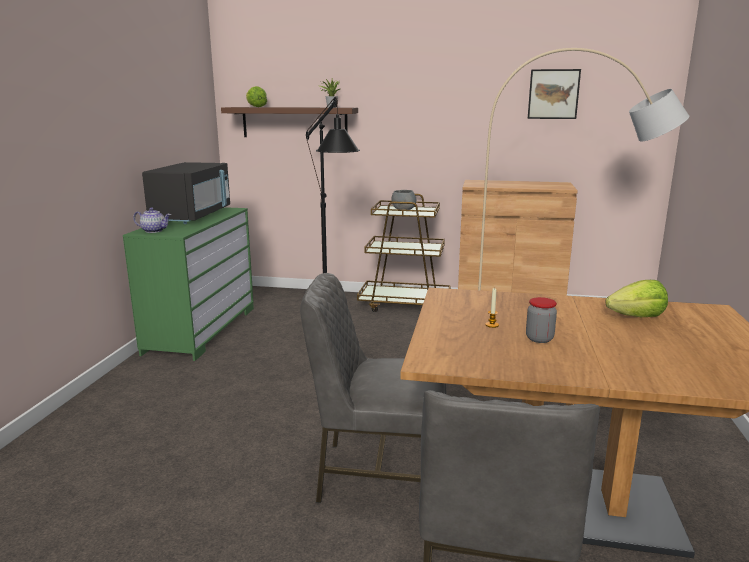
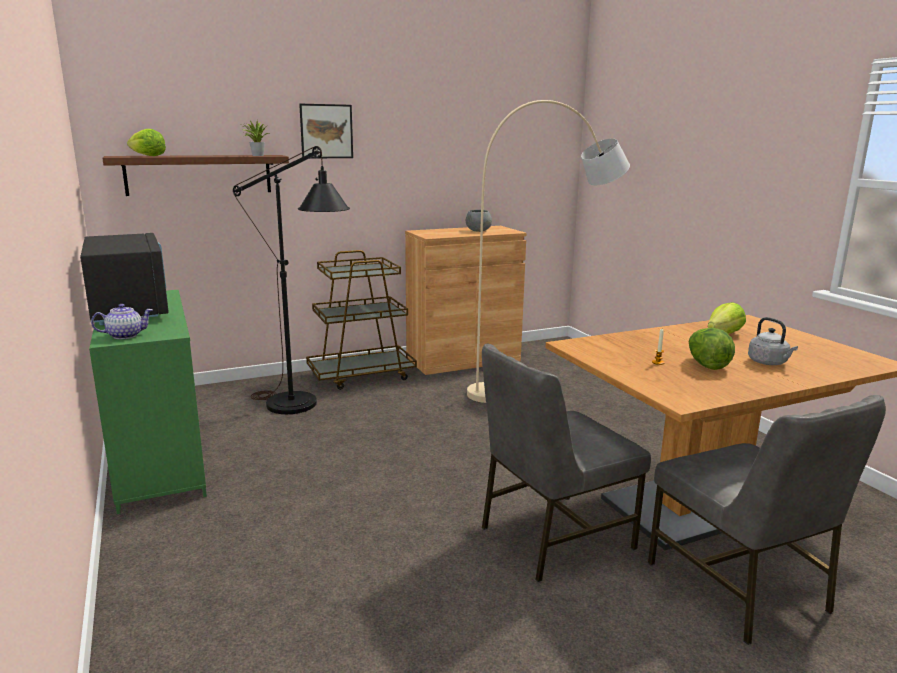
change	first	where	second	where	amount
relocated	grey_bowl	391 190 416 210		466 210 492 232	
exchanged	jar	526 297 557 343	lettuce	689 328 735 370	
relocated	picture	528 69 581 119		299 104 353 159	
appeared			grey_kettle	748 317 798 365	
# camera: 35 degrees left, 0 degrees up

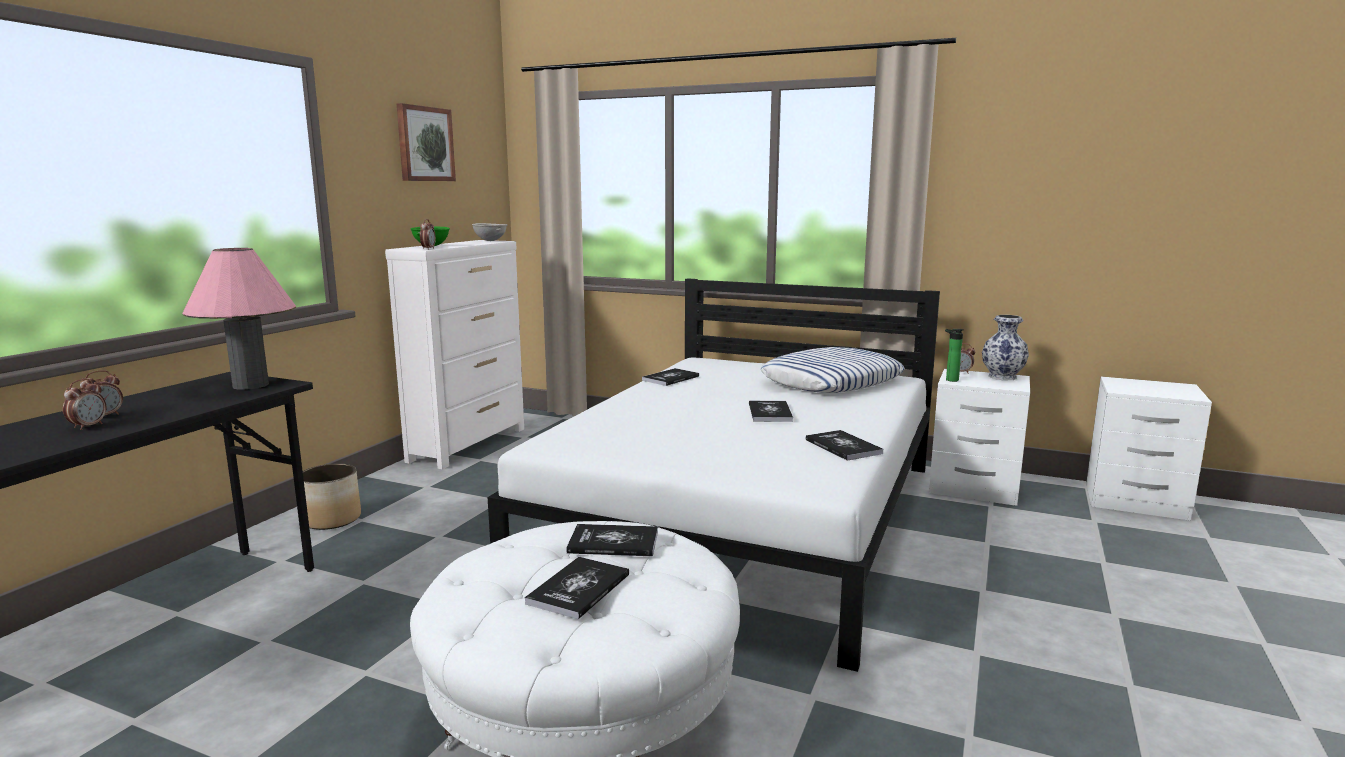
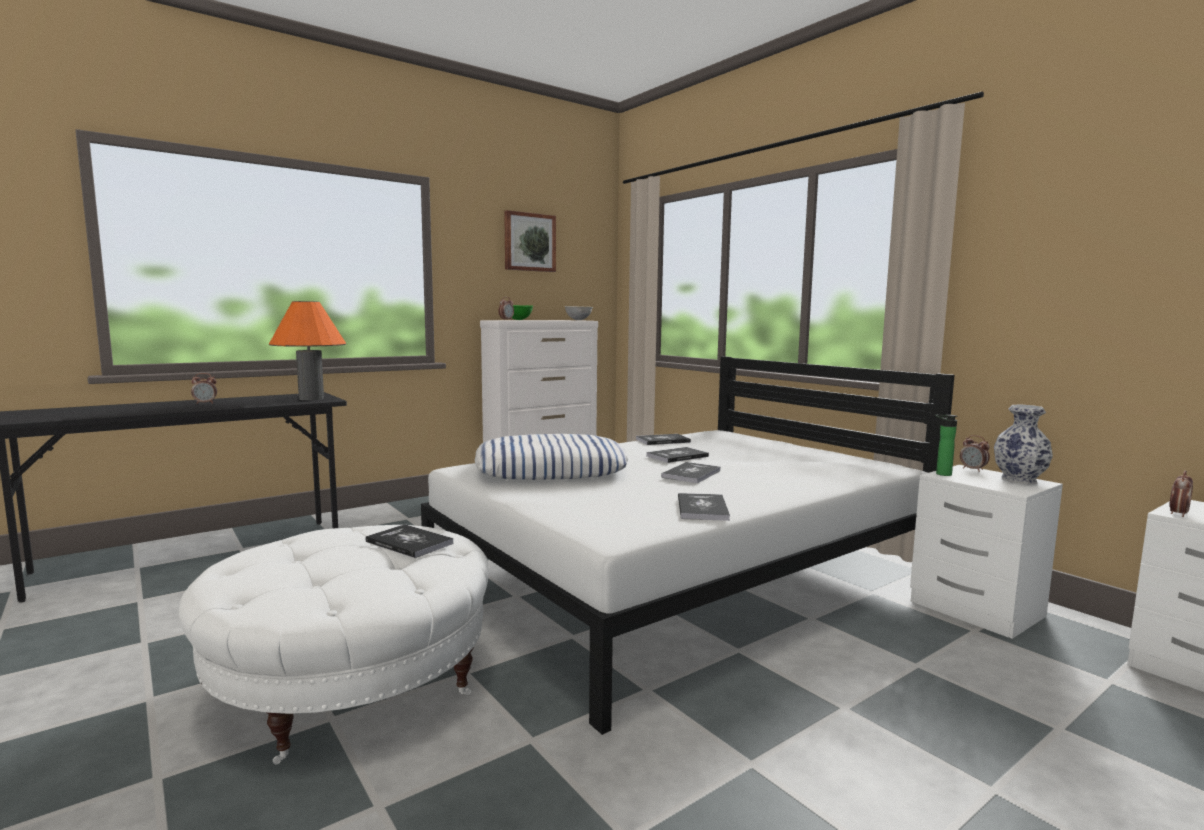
change	first	where	second	where	amount
relocated	alarm_clock	63 379 106 430		1169 471 1193 517	
colour	pink_table_lamp	182 248 296 390	orange_table_lamp	269 301 346 400	
missing	planter	303 464 361 530			
relocated	book	525 557 629 619		646 447 709 463	
relocated	pillow	761 347 905 393		475 434 628 480	
# camera: 30 degrees right, 5 degrees down

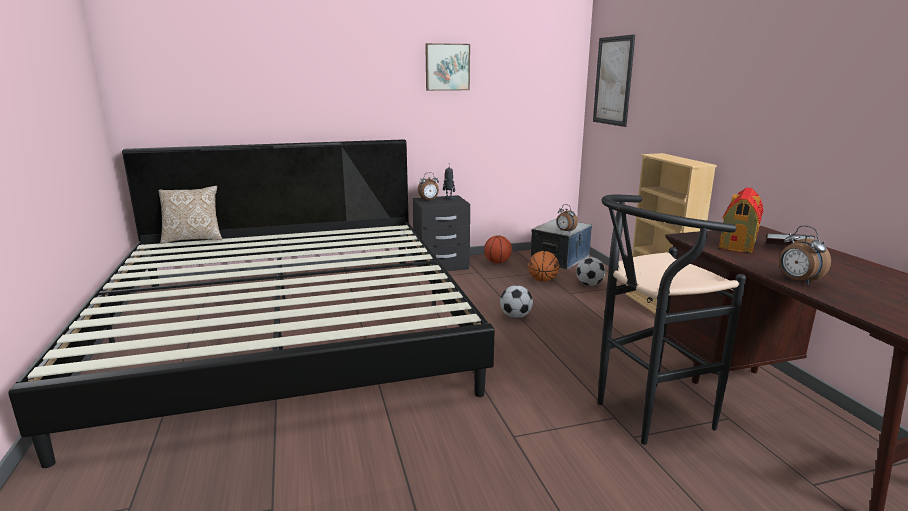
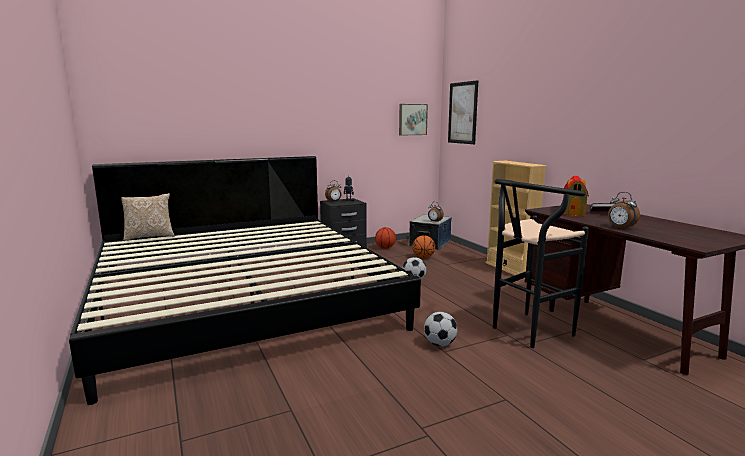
change	first	where	second	where	amount
relocated	picture	425 43 470 91		399 104 428 136	
relocated	football	576 257 605 286		424 312 458 346	
# camera: 10 degrees left, 5 degrees down

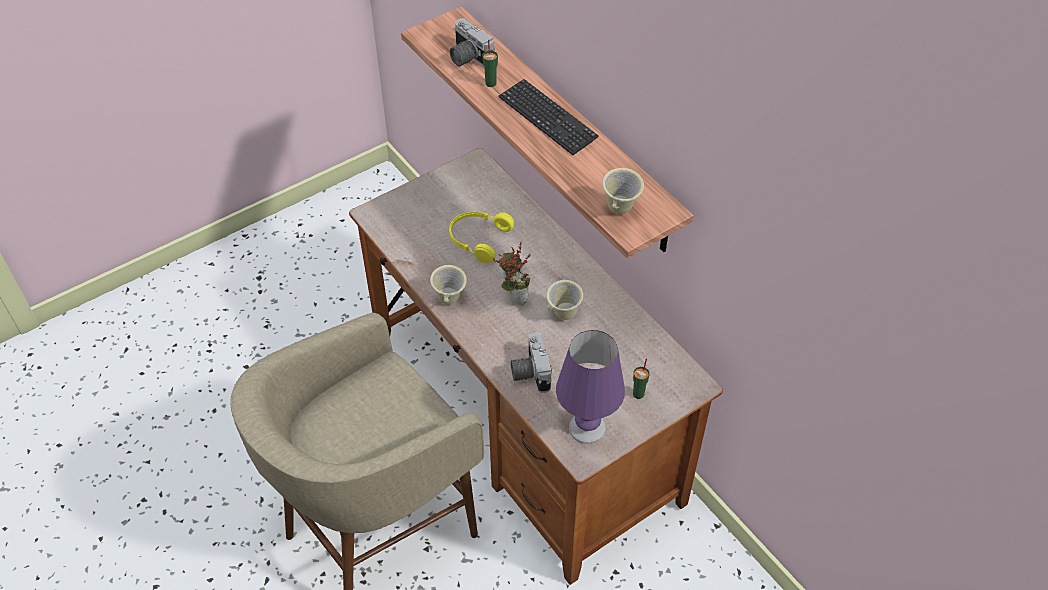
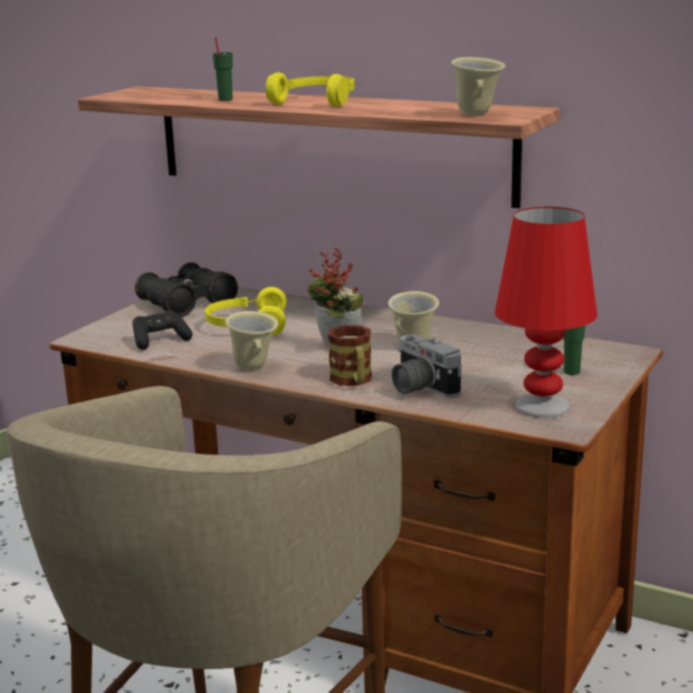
change	first	where	second	where	amount
missing	photo_camera	450 18 495 67			
exchanged	keyboard	499 79 599 155	yellow_headphones	266 72 355 107	
colour	purple_table_lamp	556 330 625 444	red_table_lamp	495 207 597 418	
appeared			black_game_controller	133 310 192 350	
appeared			black_binoculars	135 262 238 317	
appeared			mug	328 325 372 386	
# camera: 25 degrees left, 30 degrees down

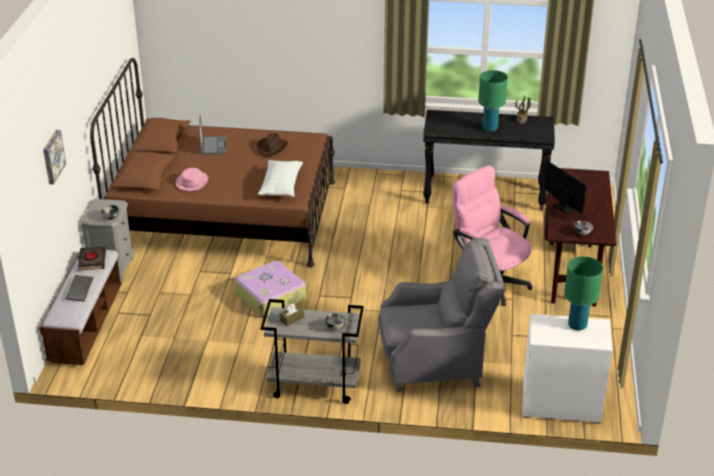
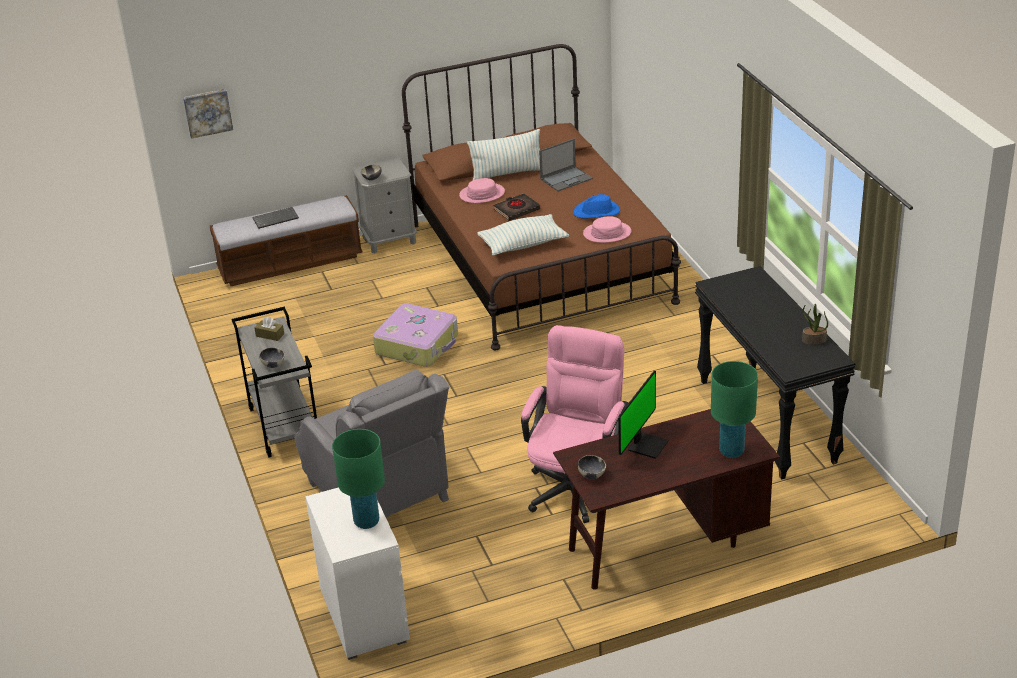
change	first	where	second	where	amount
relocated	picture	43 130 66 184		183 89 233 139	
relocated	black_book	78 247 106 270		493 193 540 221	
colour	brown_hat	257 133 288 157	blue_hat	573 194 620 218	
relocated	green_table_lamp	478 70 508 132		711 361 758 458	
appeared			pillow	467 129 540 181	
appeared			pink_hat	583 216 631 243	
# camera: 65 degrees right, 0 degrees up

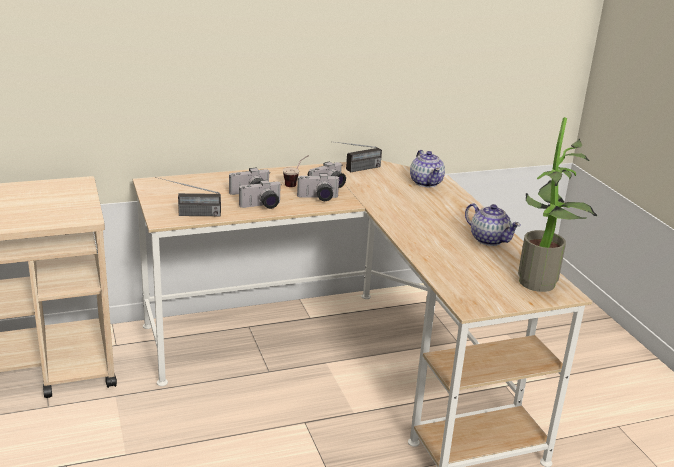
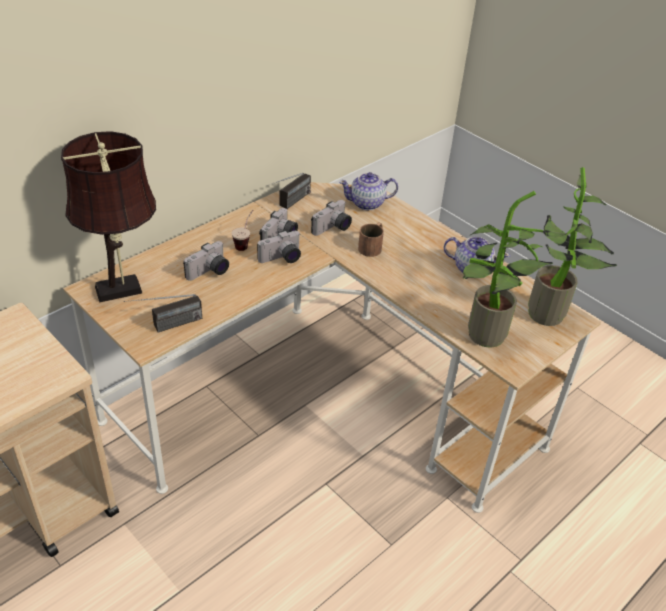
change	first	where	second	where	amount
relocated	photo_camera	239 180 282 209		311 200 352 236	
spun	teapot	410 150 445 187		339 172 398 210	120 degrees clockwise
appeared			brown_table_lamp	61 131 156 303	
appeared			brown_mug	358 222 384 257	
appeared			potted_plant	462 191 567 348	
# camera: 25 degrees left, 15 degrees up

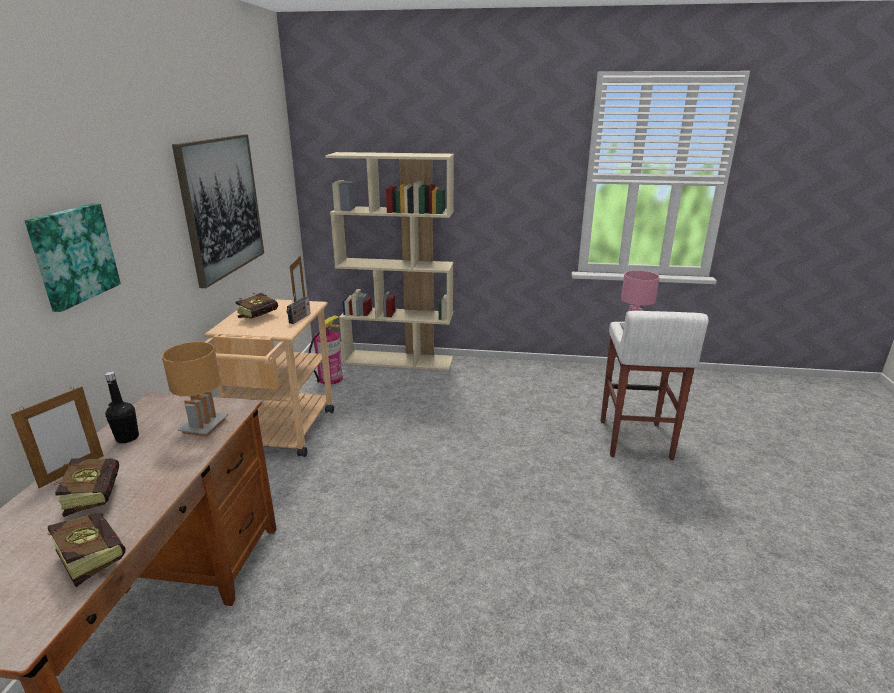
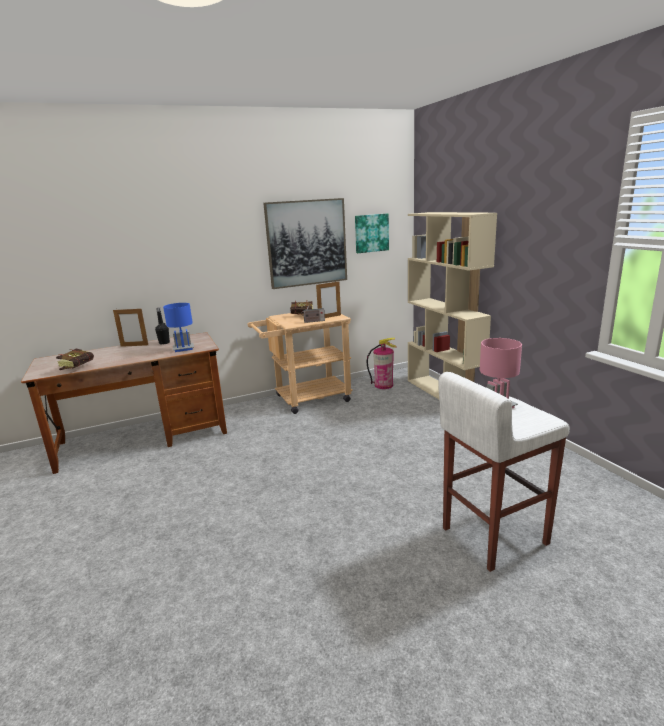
change	first	where	second	where	amount
relocated	picture	25 203 121 312		355 214 389 253	
missing	book	54 458 119 517			
colour	brown_table_lamp	162 342 228 437	blue_table_lamp	163 303 194 352	
# camera: 60 degrees right, 5 degrees down

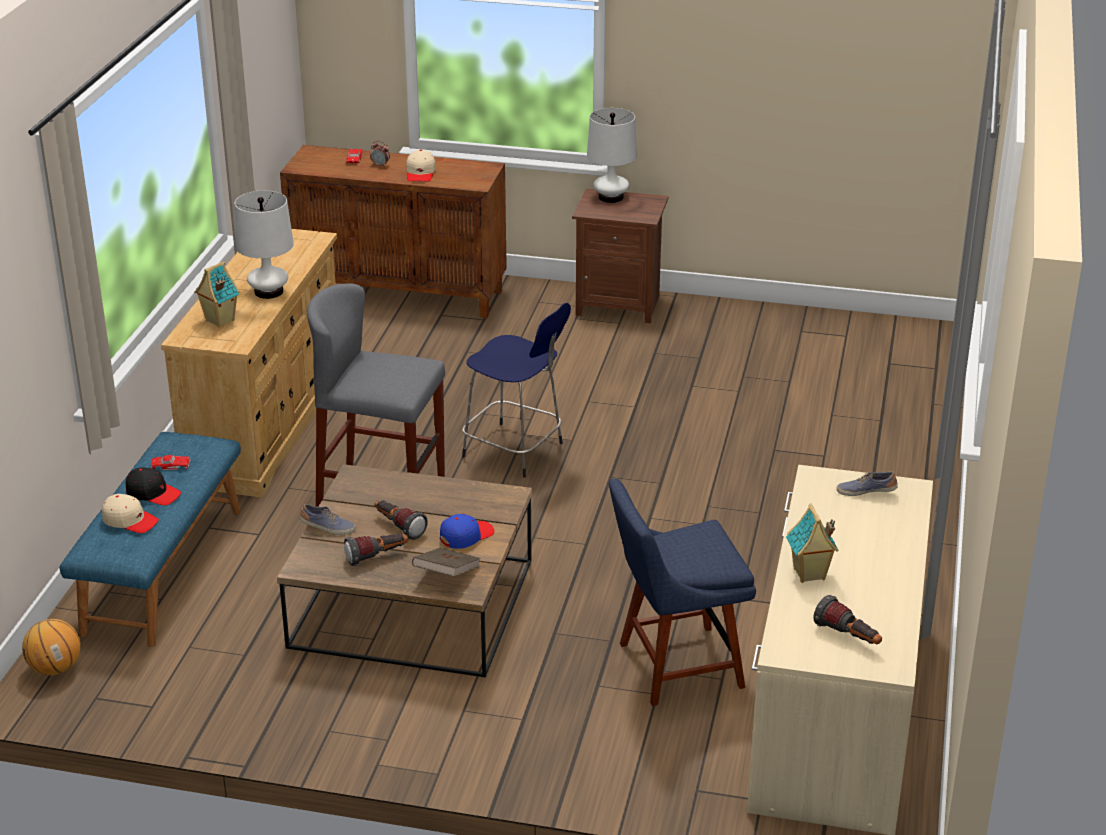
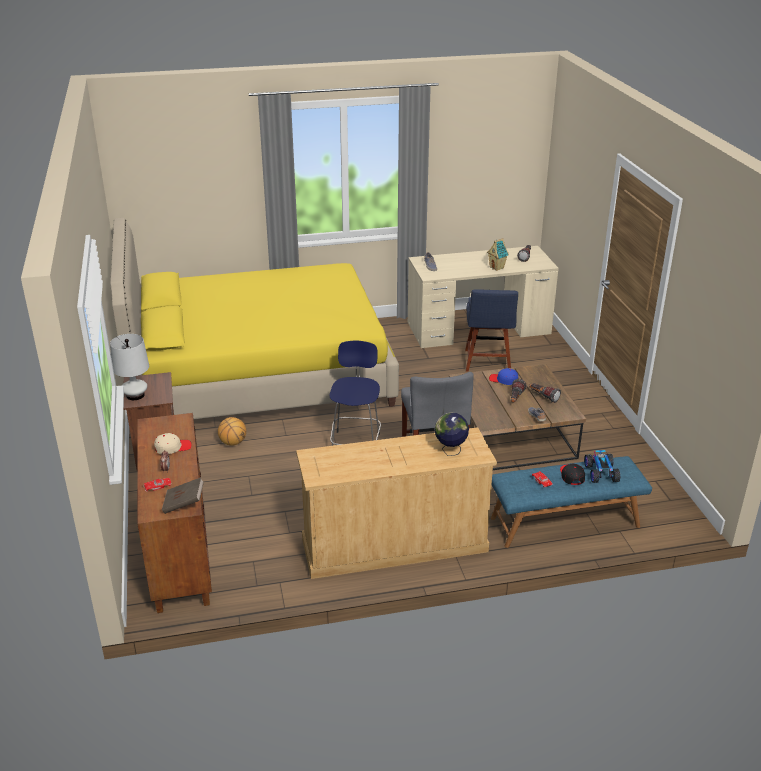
change	first	where	second	where	amount
relocated	basketball	22 619 81 675		218 417 246 446	
exchanged	beige_cap	102 494 159 533	toy_car	584 450 620 483	
exchanged	toy_house	194 261 240 328	globe	435 412 469 456	
missing	white_table_lamp	234 190 294 299			
relocated	brown_book	412 548 481 577		162 477 204 514	
spun	blue_chair	609 478 756 706		465 289 518 372	45 degrees clockwise
appeared			yellow_bed	110 218 399 419	
# camera: 115 degrees left, 0 degrees up

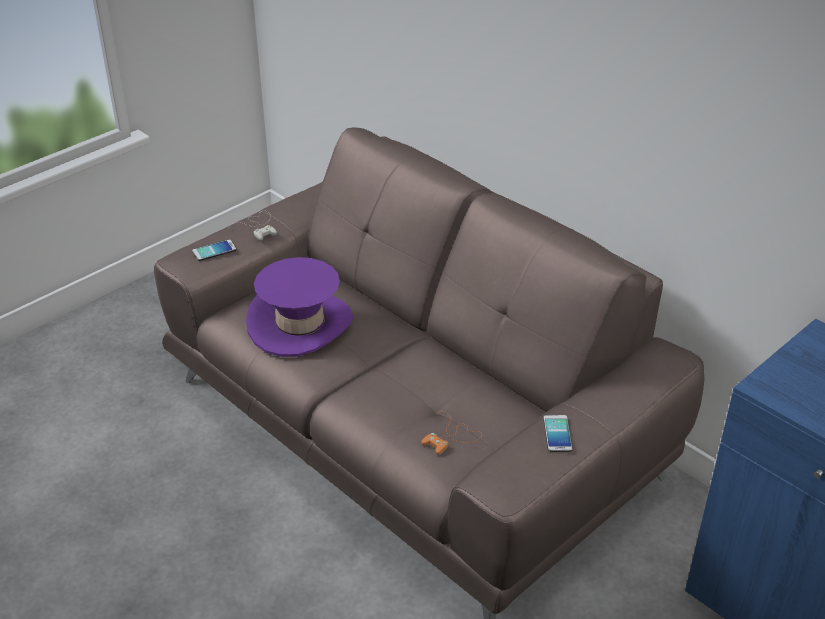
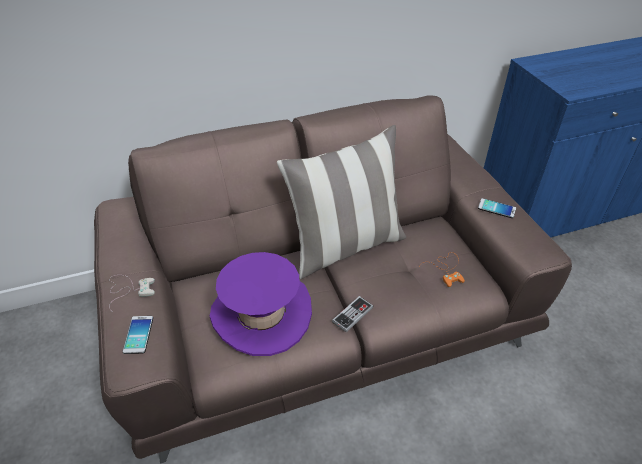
change	first	where	second	where	amount
appeared			pillow	277 125 406 279	
appeared			game_controller	332 296 373 332	
# camera: 65 degrees left, 5 degrees up

